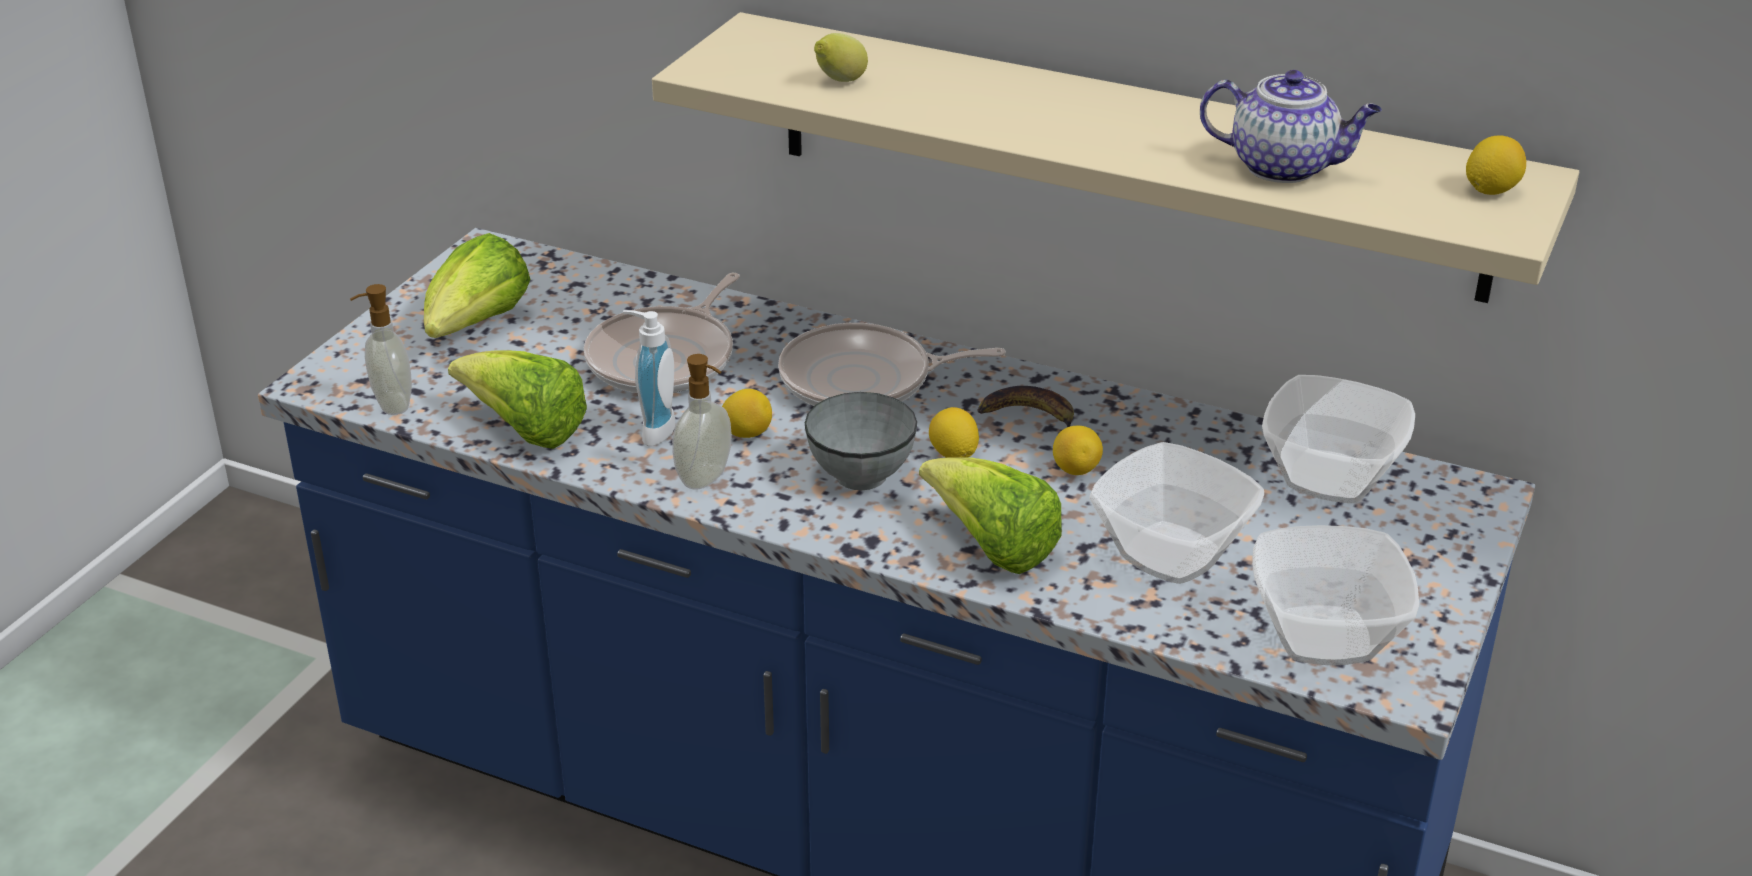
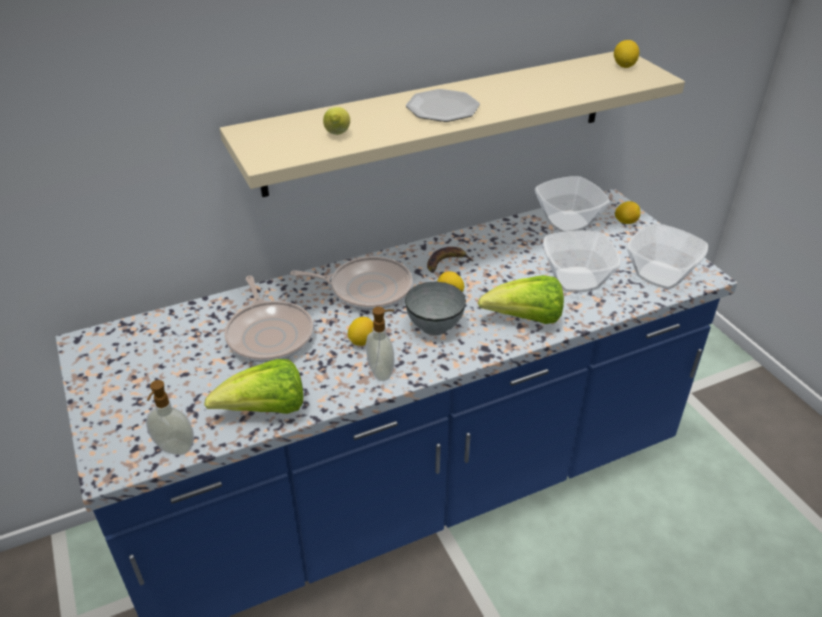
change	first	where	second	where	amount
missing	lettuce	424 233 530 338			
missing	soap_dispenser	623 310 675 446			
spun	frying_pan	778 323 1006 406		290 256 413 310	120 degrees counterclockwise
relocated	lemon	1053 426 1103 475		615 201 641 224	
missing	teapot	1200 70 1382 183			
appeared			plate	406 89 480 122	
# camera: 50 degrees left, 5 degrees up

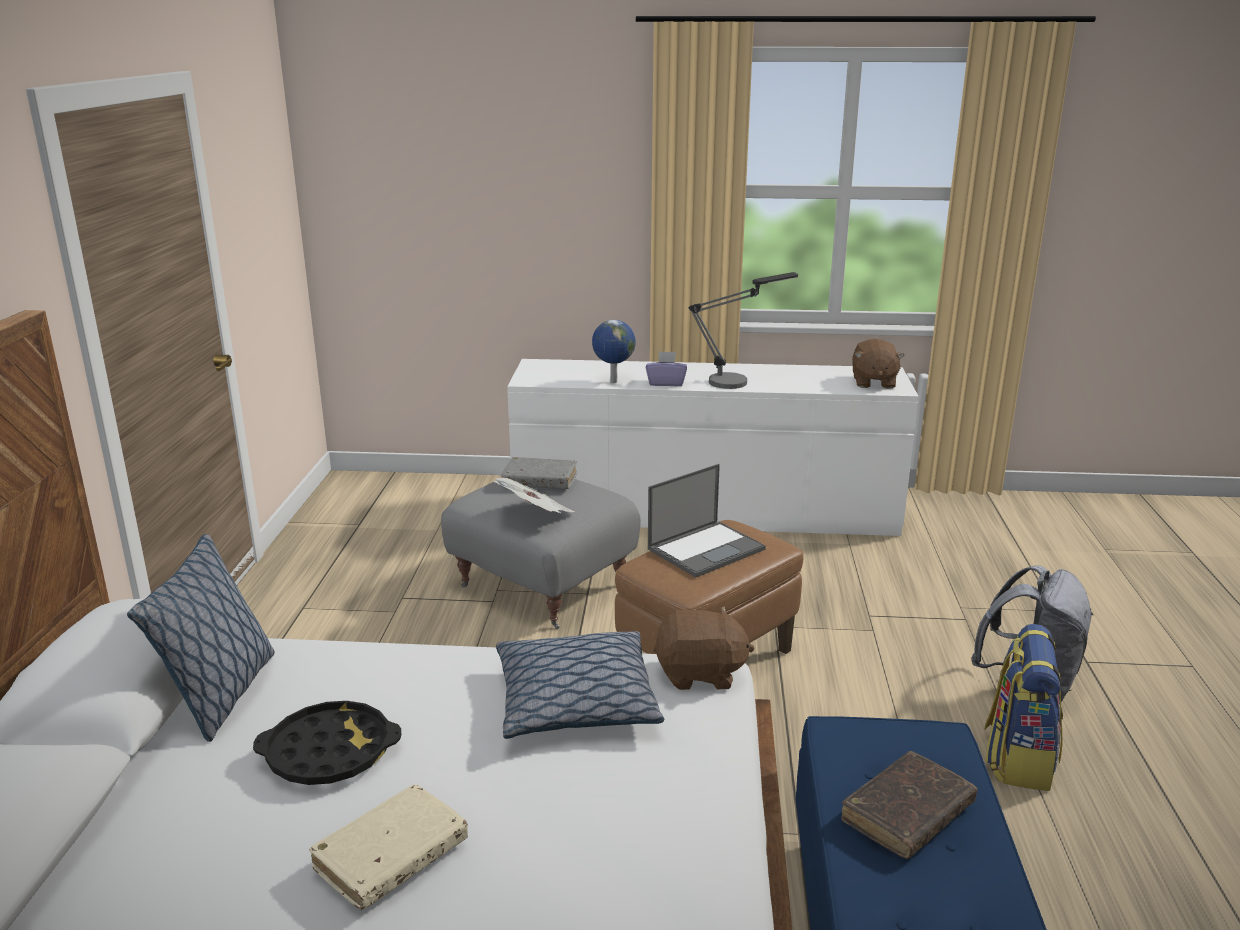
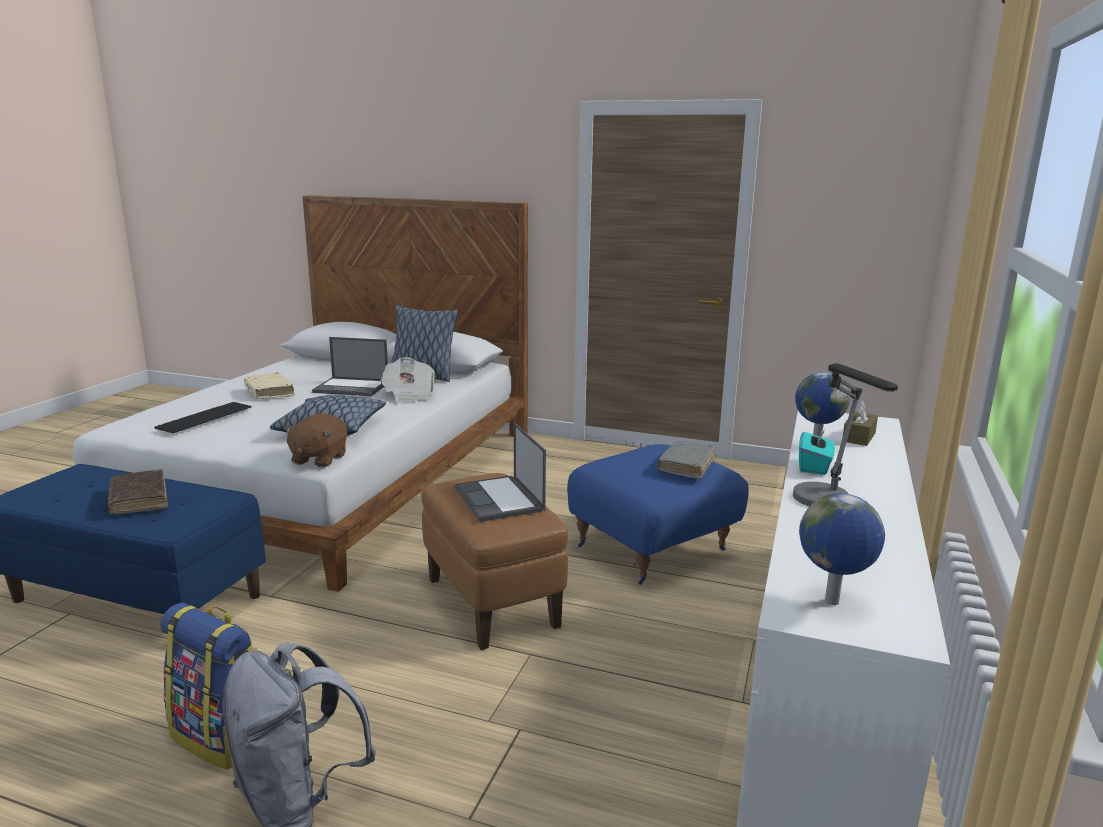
change	first	where	second	where	amount
exchanged	black_tray	253 701 401 785	laptop	312 337 388 396	
colour	grey_ottoman	441 479 641 629	blue_ottoman	567 444 748 585	
relocated	newspaper	493 477 575 513		380 357 435 404	
colour	purple_tissue_box	646 351 687 386	turquoise_tissue_box	799 427 835 475	
exchanged	brown_plush_toy	852 339 905 389	globe	799 493 885 605	
appeared			keyboard	154 402 252 433	
appeared			brown_tissue_box	843 401 878 446	
# camera: 105 degrees right, 5 degrees down

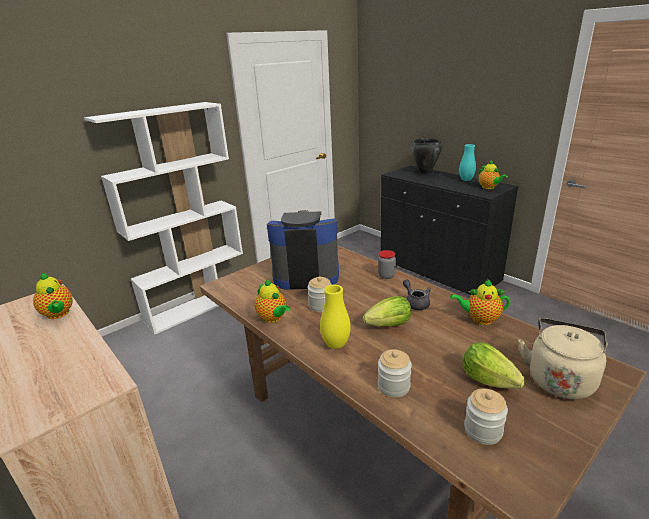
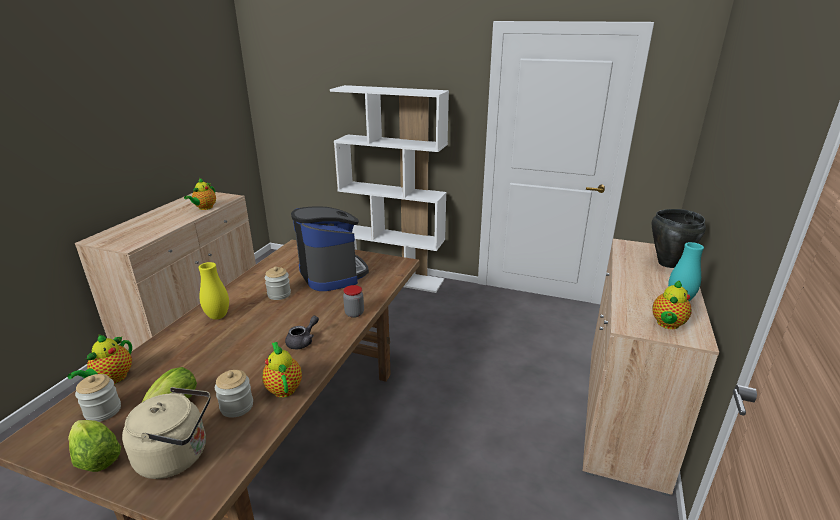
change	first	where	second	where	amount
relocated	teapot	255 279 290 323		67 335 132 384	
relocated	lettuce	363 296 411 326		68 420 121 472	
relocated	jar	378 349 412 397		215 370 253 418	
colour	black_cabinet	380 165 518 295	beige_cabinet	583 239 719 496	
# camera: 60 degrees right, 0 degrees up

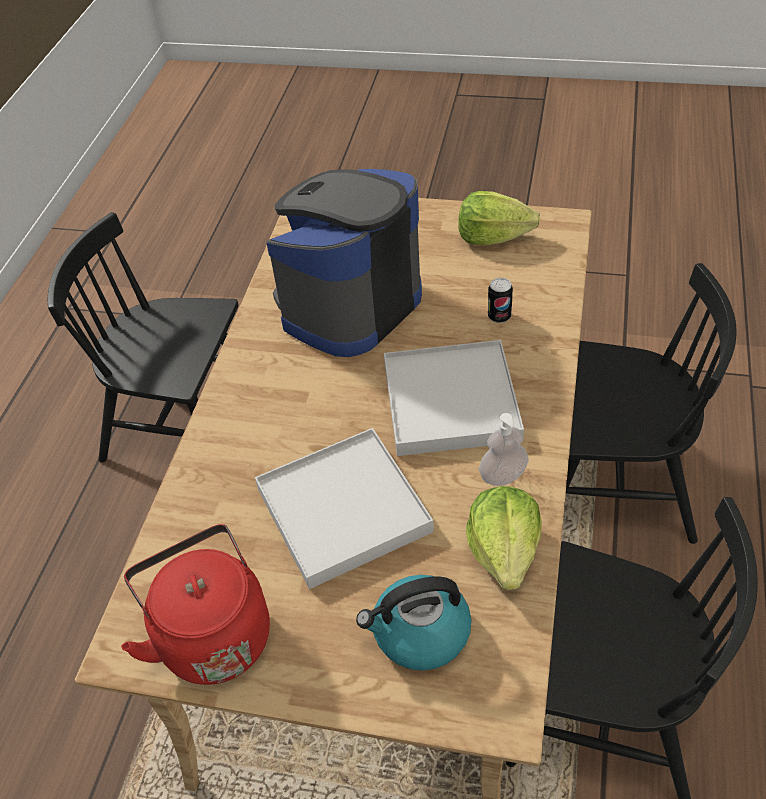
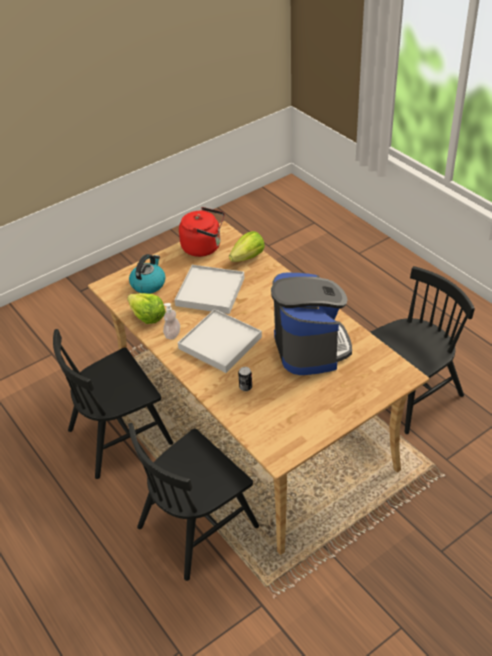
change	first	where	second	where	amount
relocated	lettuce	458 191 541 245		229 231 265 262	
# camera: 130 degrees right, 5 degrees down

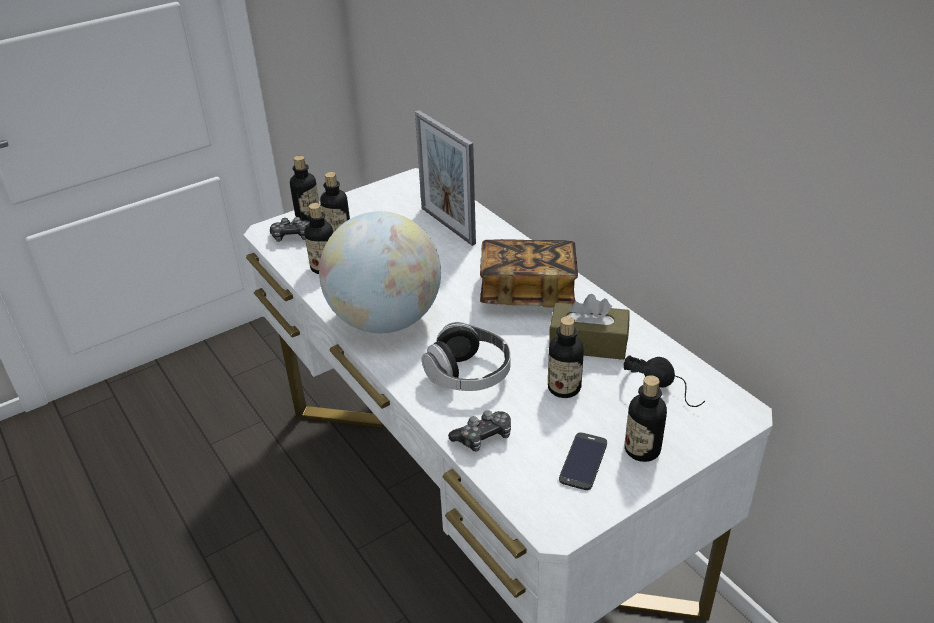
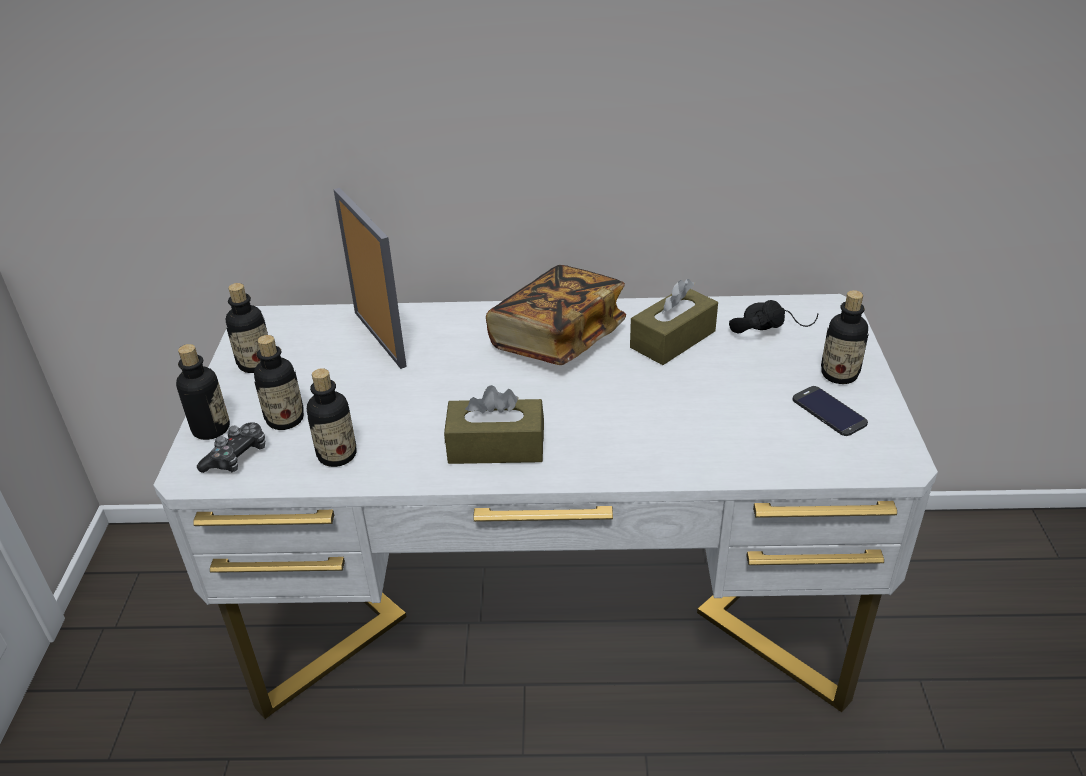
change	first	where	second	where	amount
exchanged	globe	319 211 441 333	brown_tissue_box	444 385 544 464	
spun	picture_frame	415 110 476 246		334 188 407 369	120 degrees counterclockwise
missing	headphones	422 322 511 391			
missing	game_controller	448 410 511 452			
relocated	bottle	548 316 584 398		225 283 268 373	
# camera: 55 degrees left, 0 degrees up

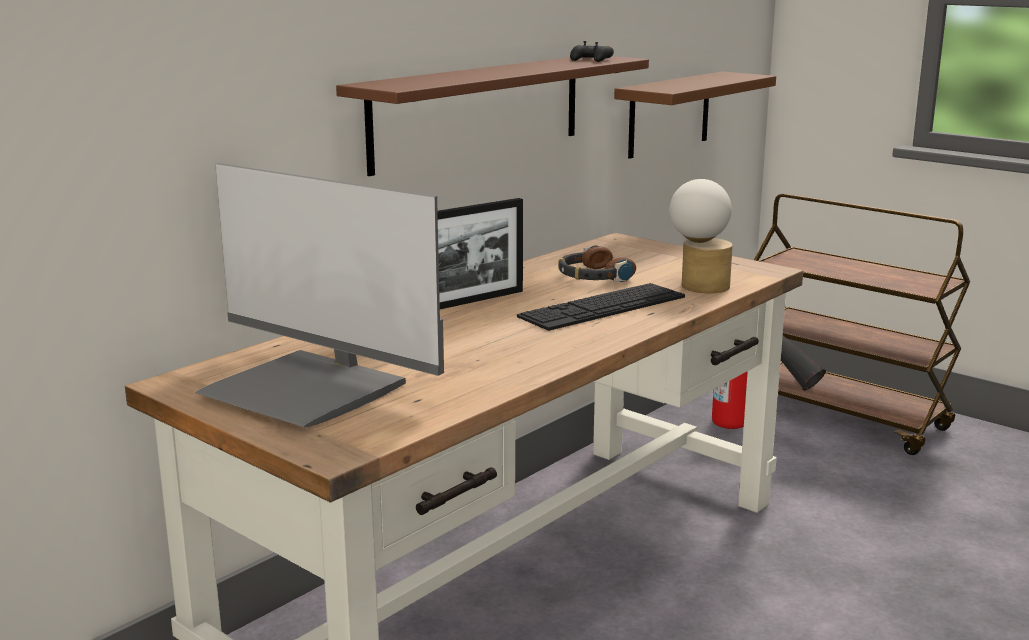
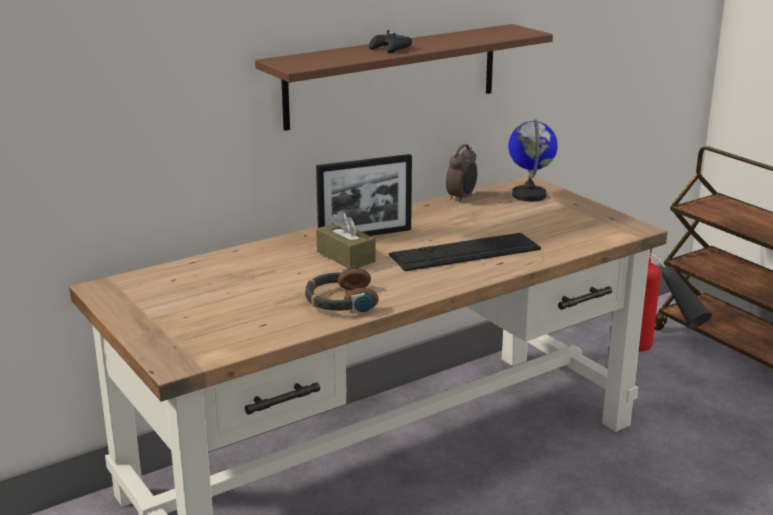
change	first	where	second	where	amount
missing	monitor	195 163 444 427			
relocated	headphones	558 245 636 282		305 266 379 313	
relocated	black_game_controller	570 41 614 62		369 30 412 53	
missing	brown_shelf	614 71 776 159			
missing	table_lamp	669 179 733 293			
appeared			brown_tissue_box	316 211 376 268	
appeared			alarm_clock	446 144 477 203	
appeared			globe	509 119 558 202	
# camera: 15 degrees right, 5 degrees up

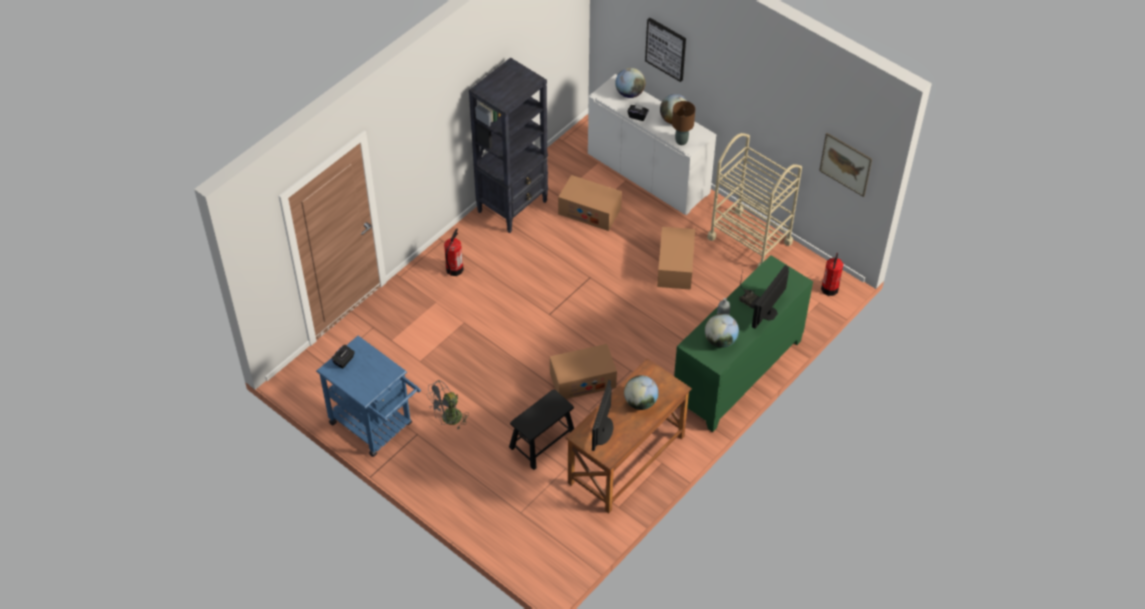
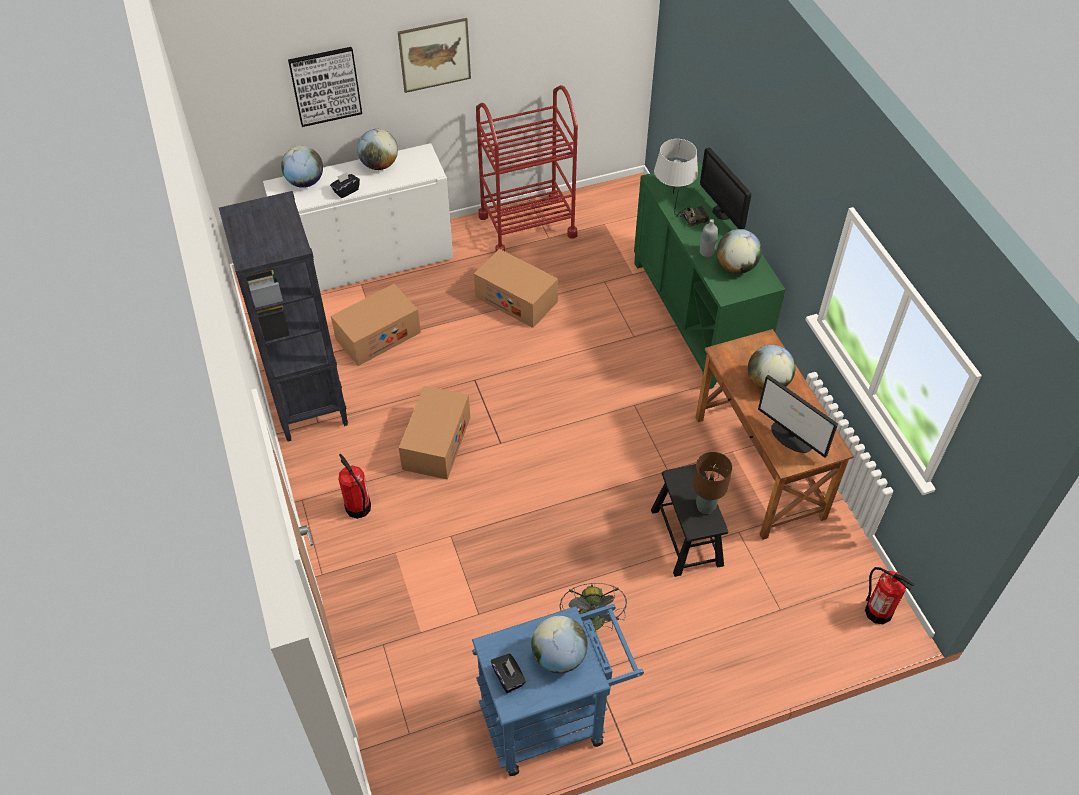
change	first	where	second	where	amount
relocated	cardboard_box	550 344 617 399		399 386 470 480	
relocated	brown_table_lamp	672 101 695 145		693 452 732 514	
colour	beige_cart	707 133 802 268	red_cart	476 85 578 252	
relocated	picture	819 133 872 197		398 18 471 93	
relocated	fire_extinguisher	821 253 843 296		865 567 914 624	
appeared			globe	531 616 588 673	
appeared			grey_table_lamp	654 139 698 194	
# camera: 60 degrees left, 0 degrees up

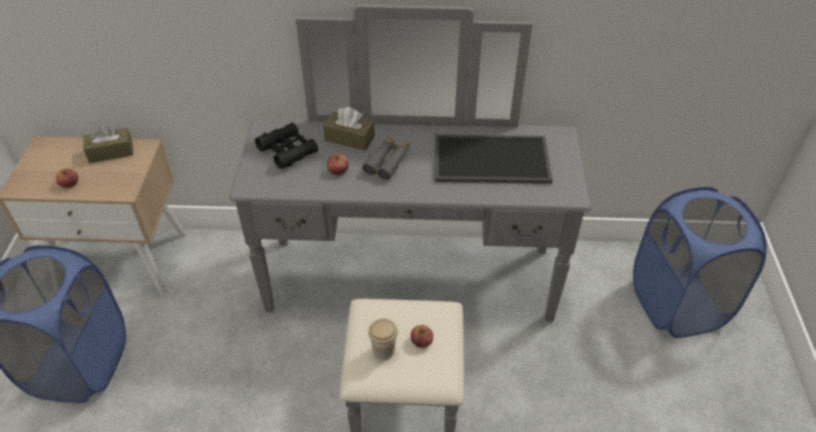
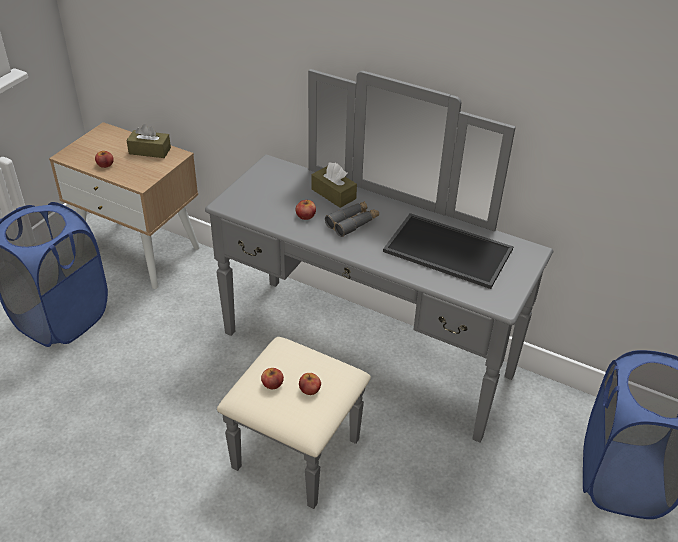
change	first	where	second	where	amount
missing	black_binoculars	255 122 318 169			
exchanged	cup	368 318 398 360	apple	261 368 284 389	
# camera: 25 degrees right, 5 degrees down

